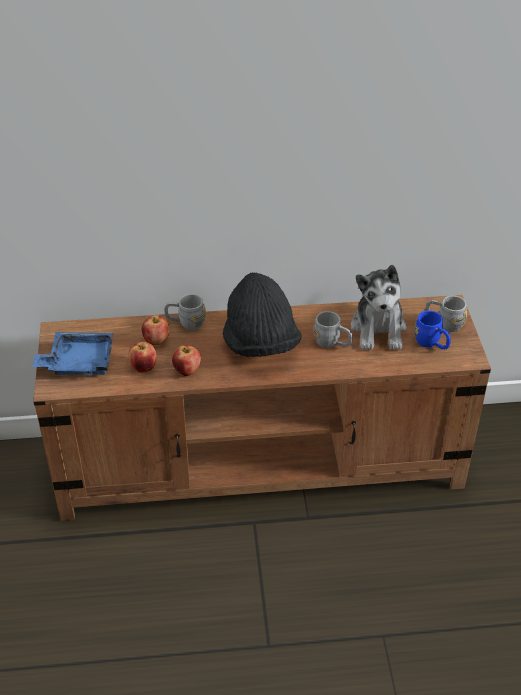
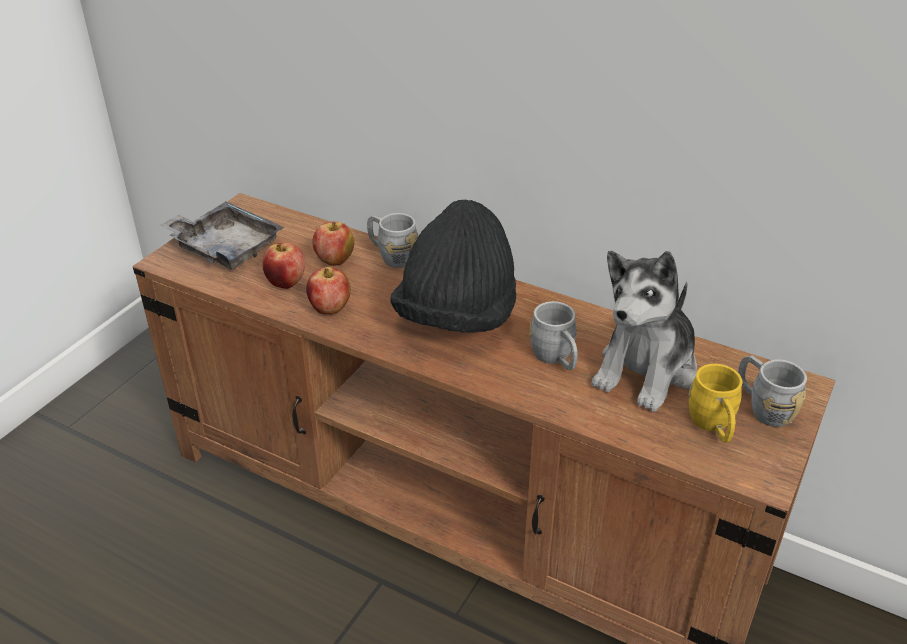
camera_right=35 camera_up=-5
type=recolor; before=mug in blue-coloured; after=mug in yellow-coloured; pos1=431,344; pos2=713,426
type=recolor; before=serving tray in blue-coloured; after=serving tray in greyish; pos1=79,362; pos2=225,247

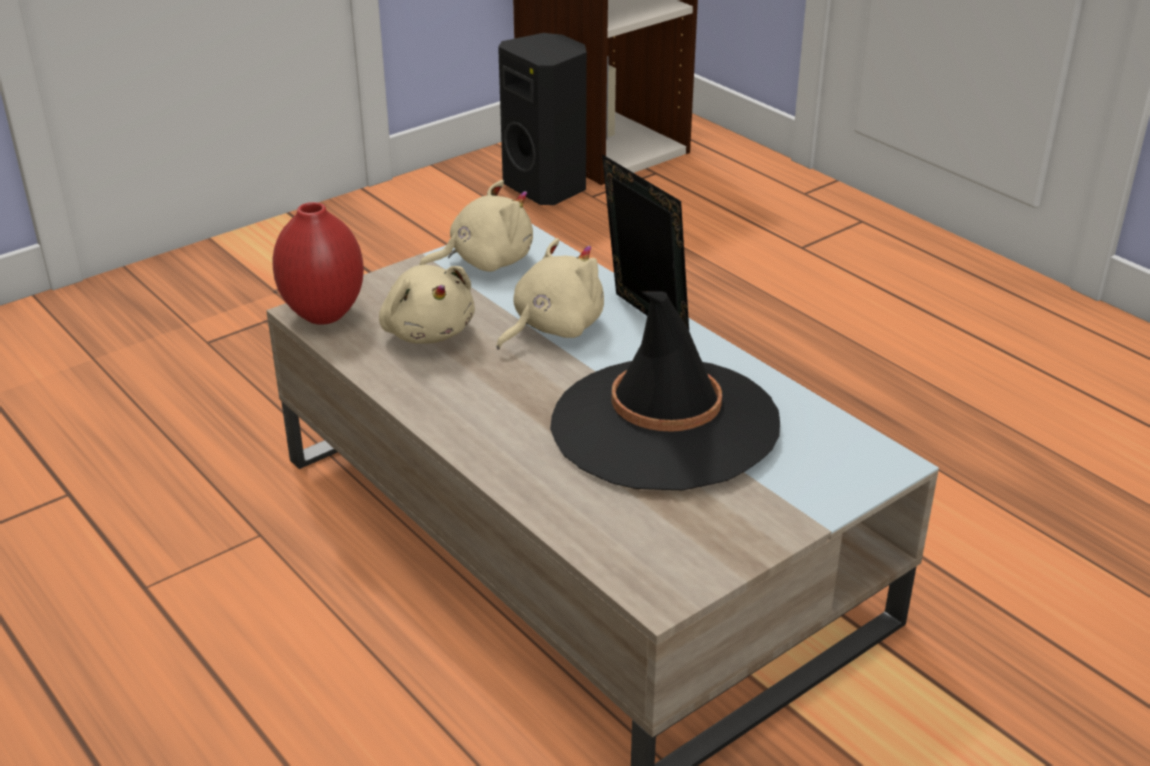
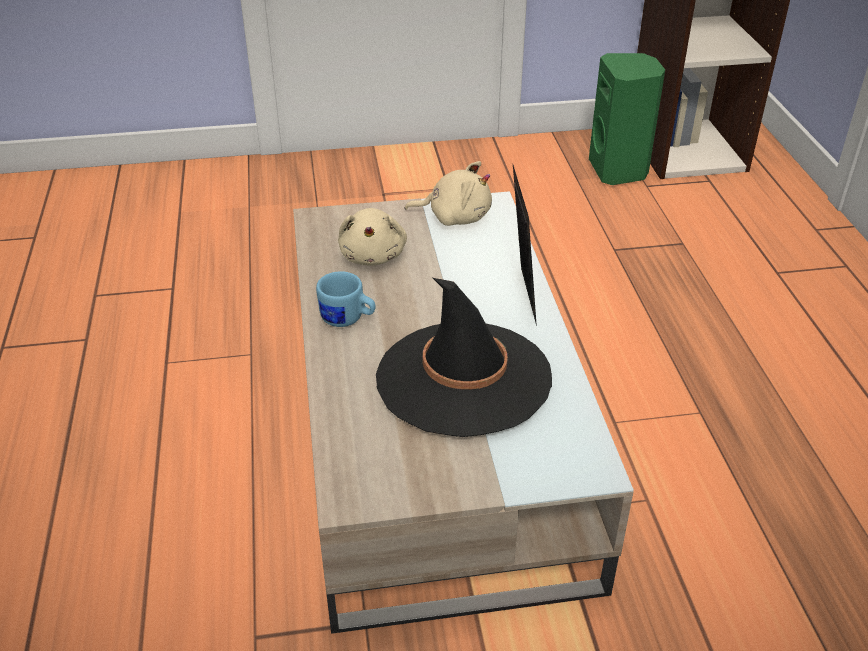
camera_right=30 camera_up=5
type=recolor; before=audio speaker in black-coloured; after=audio speaker in green-coloured; pos1=547,188; pos2=619,171
type=delete; before=decorative vase in reddish; pos1=324,315
type=delete; before=cuddly toy in sand-coloured; pos1=552,328
type=insert; after=mug in blue-coloured; pos2=348,319

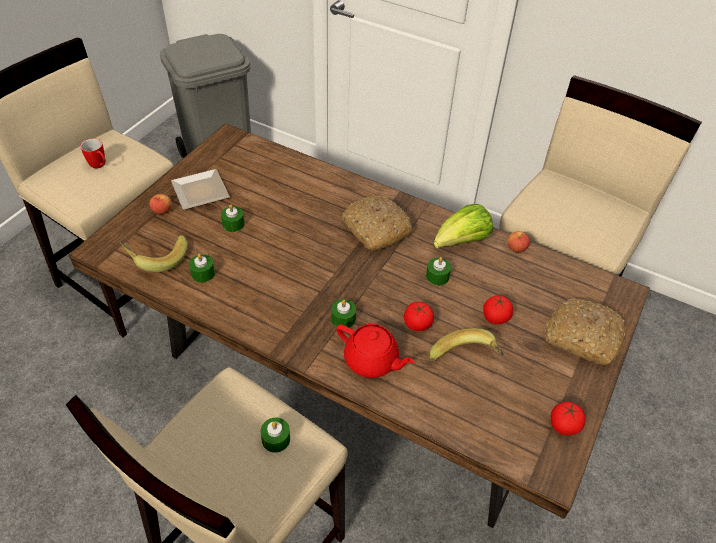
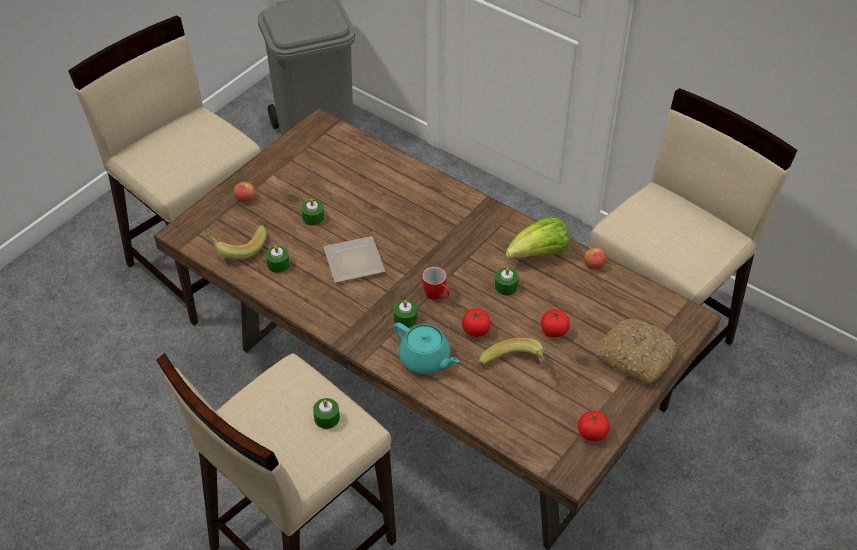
camera_right=10 camera_up=0
type=move; before=mug; pos1=100,166; pos2=437,297
type=move; before=flat dish; pos1=199,193; pos2=352,264
type=delete; before=baked bread; pos1=375,229
type=recolor; before=tea pot in reddish; after=tea pot in blue-green; pos1=372,361; pos2=425,359

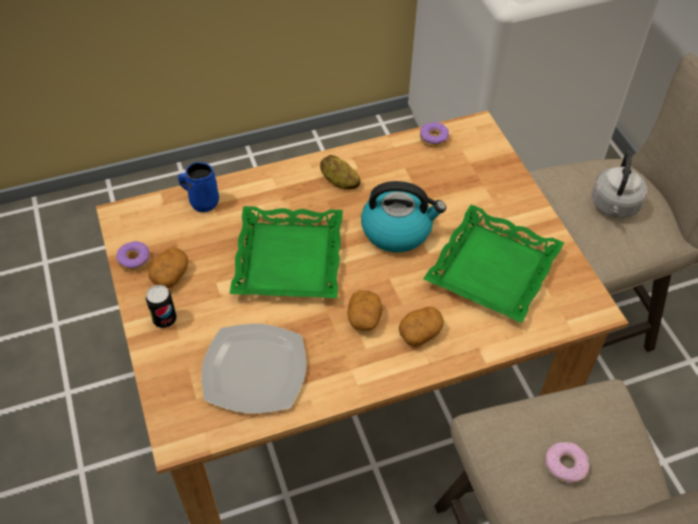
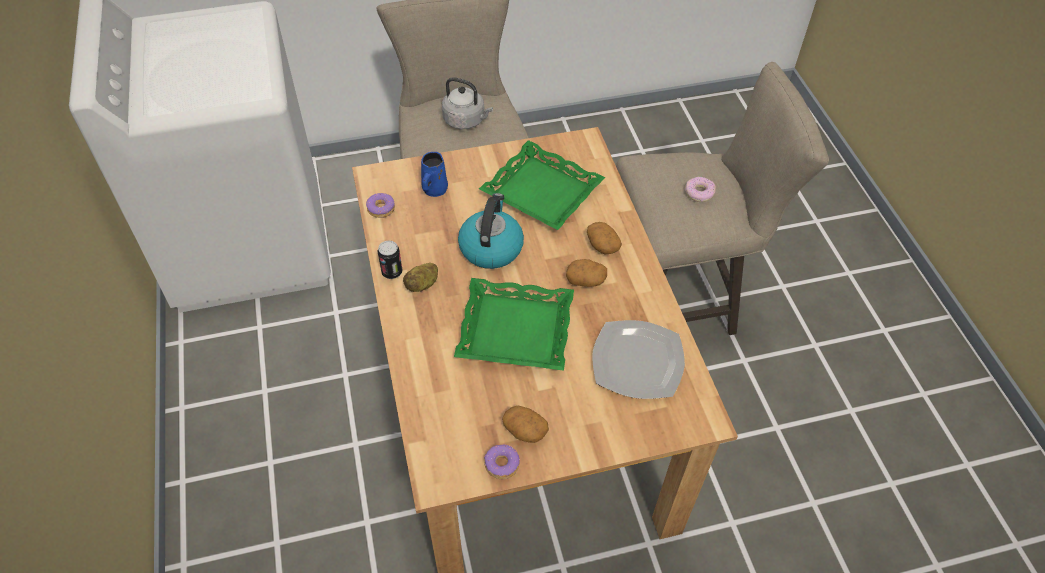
camera_right=-85 camera_up=0
type=move; before=mug in blue-coloured; pos1=202,202; pos2=434,190
type=move; before=metal can; pos1=164,319; pos2=392,272

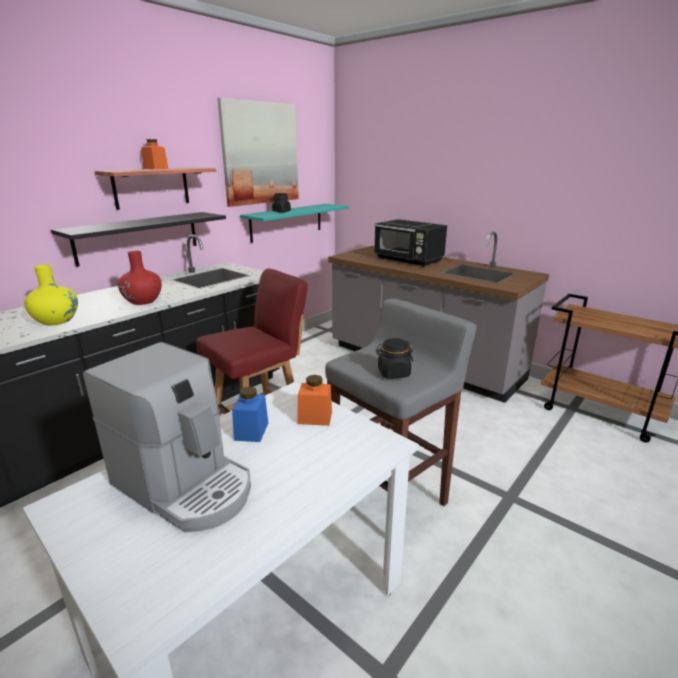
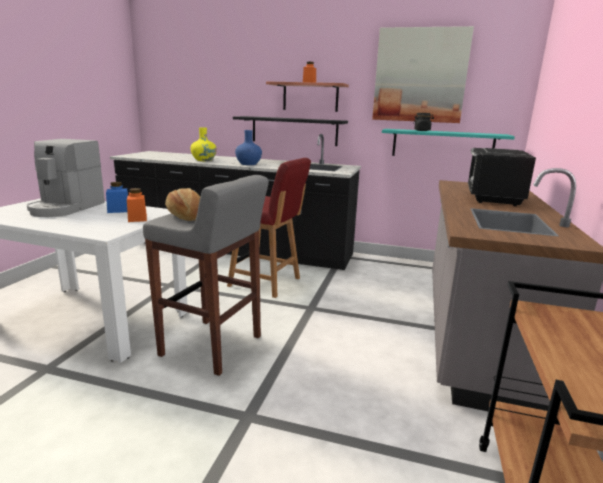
camera_right=65 camera_up=-5
type=recolor; before=decorative vase in reddish; after=decorative vase in blue-coloured; pos1=143,301; pos2=248,164
type=replace; before=jar in black-coloured; after=baked bread; pos1=393,373; pos2=186,216

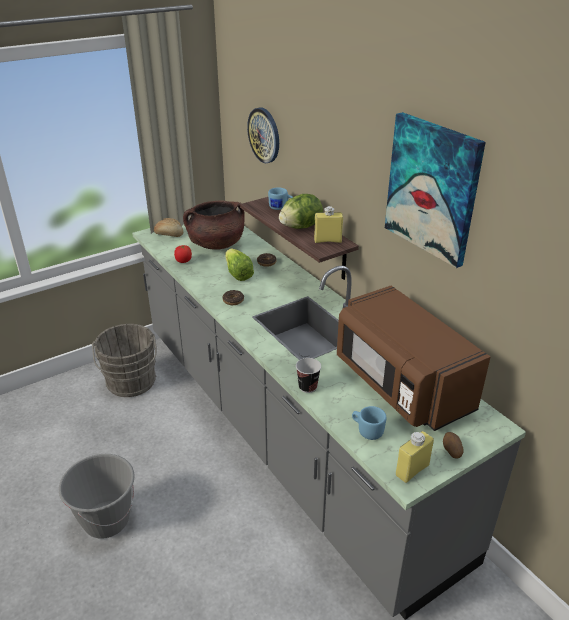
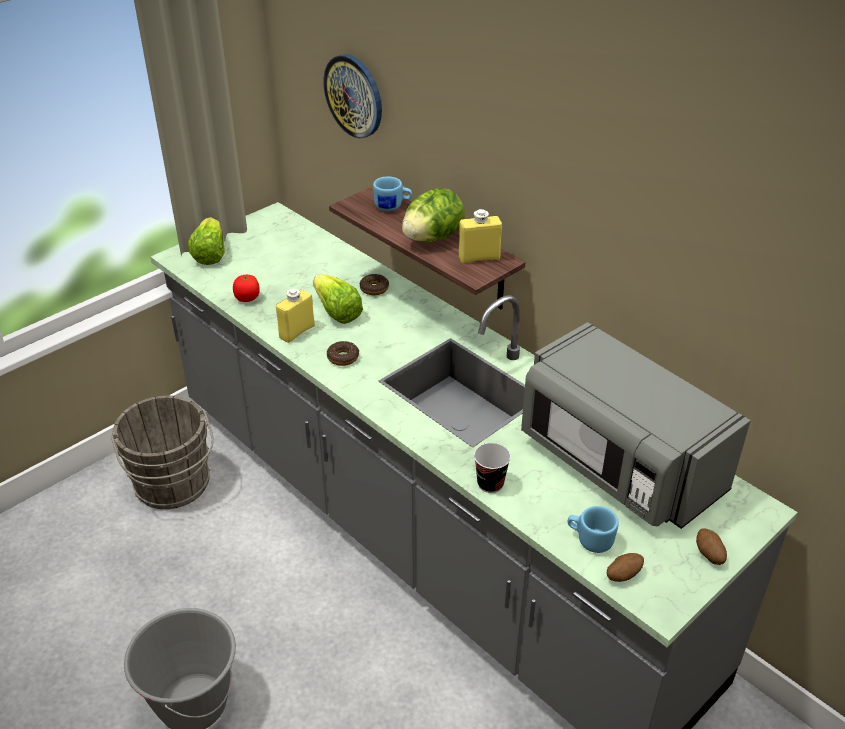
camera_right=-10 camera_up=5
type=delete; before=wall art; pos1=432,188
type=delete; before=cooking pot in brownish; pos1=216,244
type=replace; before=baked bread; after=lettuce; pos1=169,234; pos2=210,254
type=recolor; before=kitchen microwave in brownish; after=kitchen microwave in greyish; pos1=400,384; pos2=617,463
type=move; before=drink bottle in yellow-coloured; pos1=412,470; pos2=297,332
type=insert; after=potato; pos2=623,575

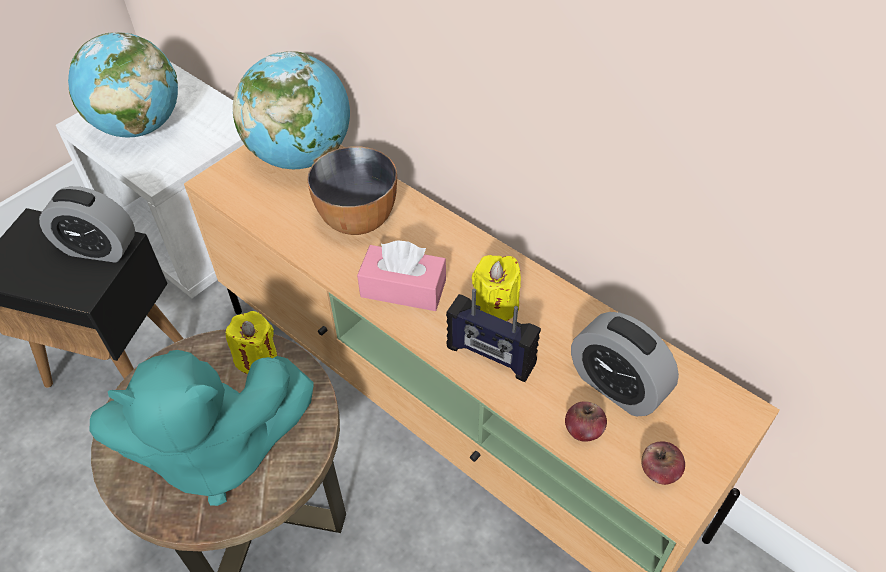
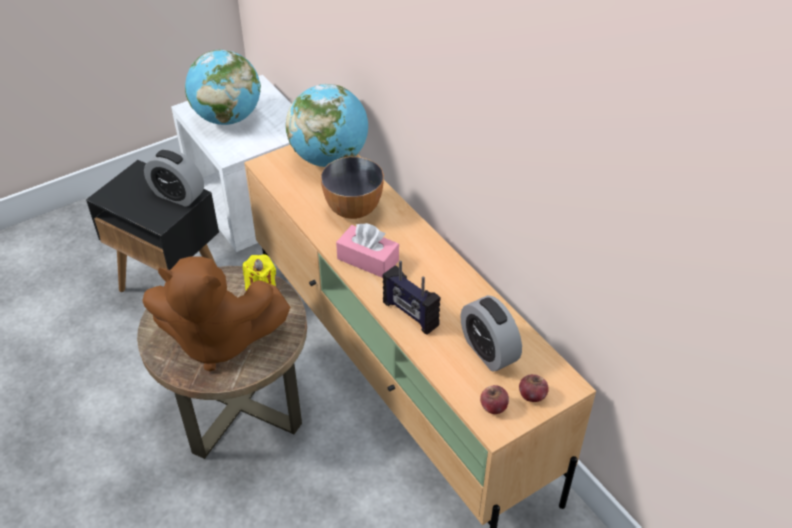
camera_right=15 camera_up=-5
type=delete; before=candle in yellow-coloured; pos1=495,306
type=recolor; before=cuddly toy in blue-green; after=cuddly toy in brownish; pos1=216,451; pos2=217,340
type=move; before=apple fruit; pos1=583,430; pos2=532,395

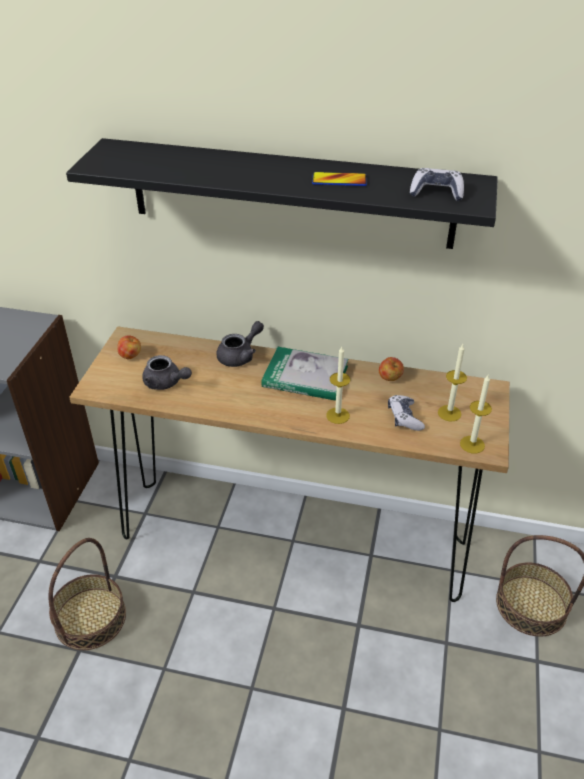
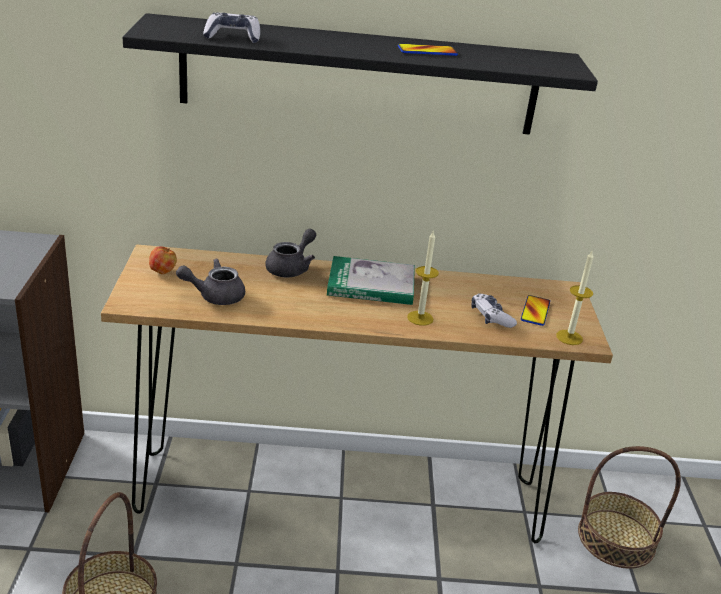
camera_right=-15 camera_up=-10
type=move; before=gamepad; pos1=436,192; pos2=233,37
type=replace; before=candle; after=telephone; pos1=449,413; pos2=535,311
type=rotate; before=tea pot in greyish; pos1=166,383; pos2=215,295; turn=150
type=delete; before=apple fruit; pos1=390,378

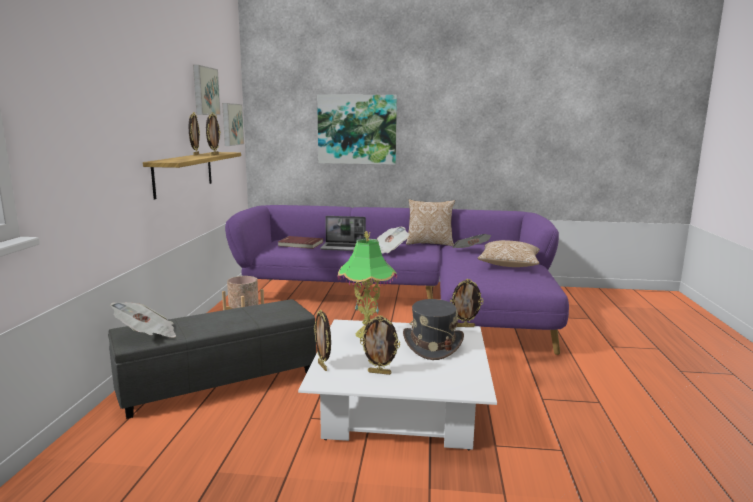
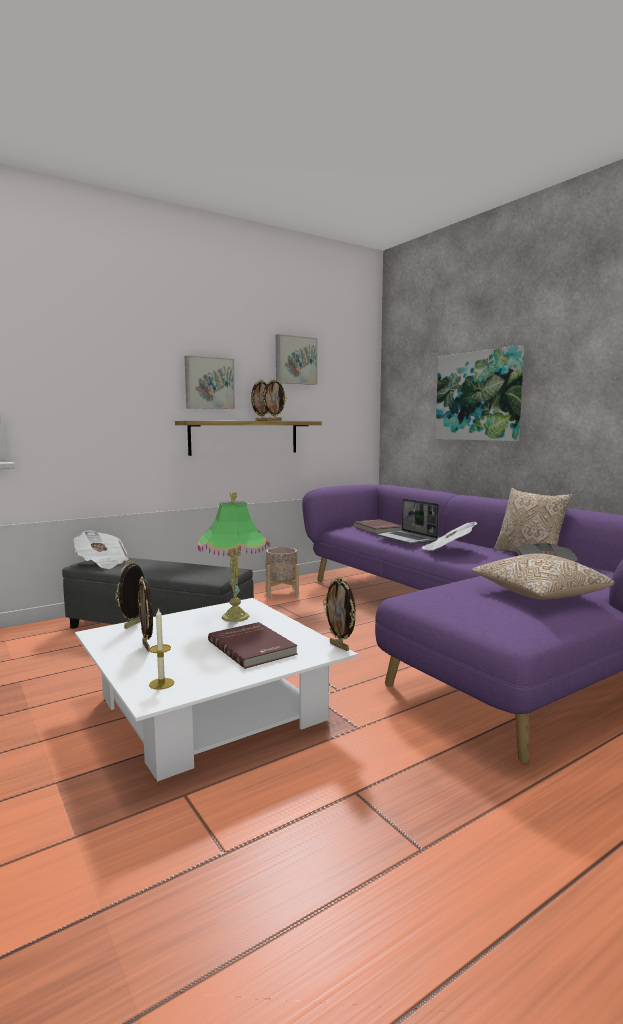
camera_right=50 camera_up=-5
type=move; before=wall art; pos1=231,124; pos2=209,383
type=replace; before=hat in greyish; after=bound book in reddish; pos1=432,345; pos2=253,647
type=insert; after=candle; pos2=161,683

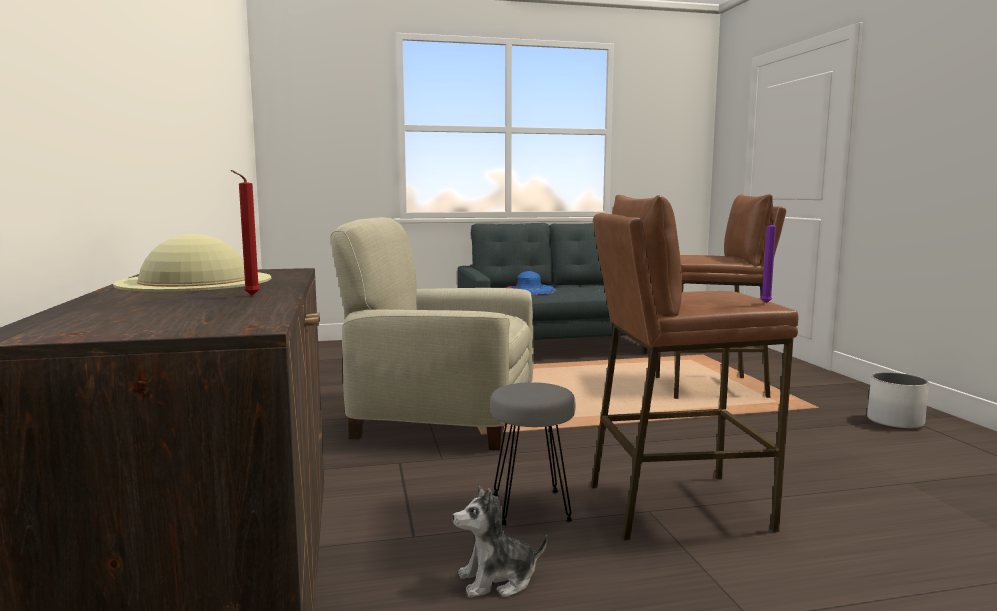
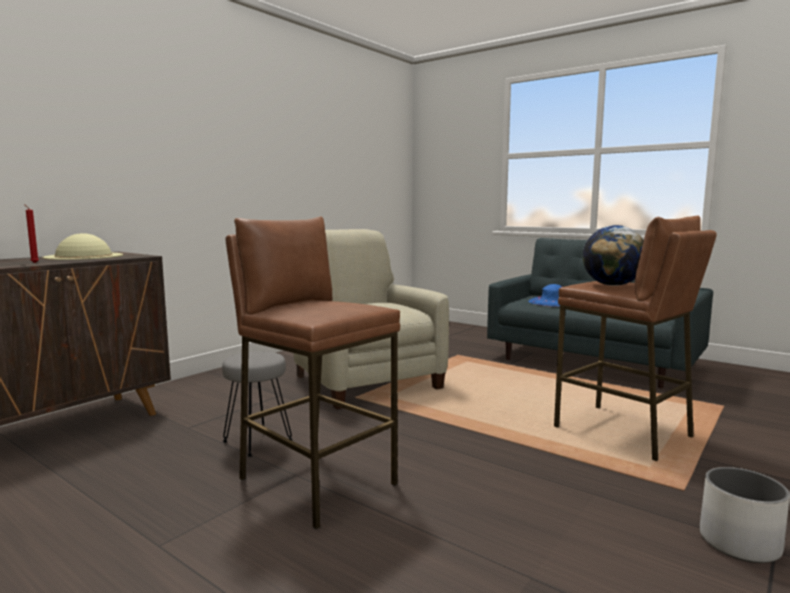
camera_right=50 camera_up=0
type=delete; before=candle in purple-coloured; pos1=765,303
type=delete; before=cuddly toy; pos1=497,580
type=insert; after=desk globe; pos2=612,285

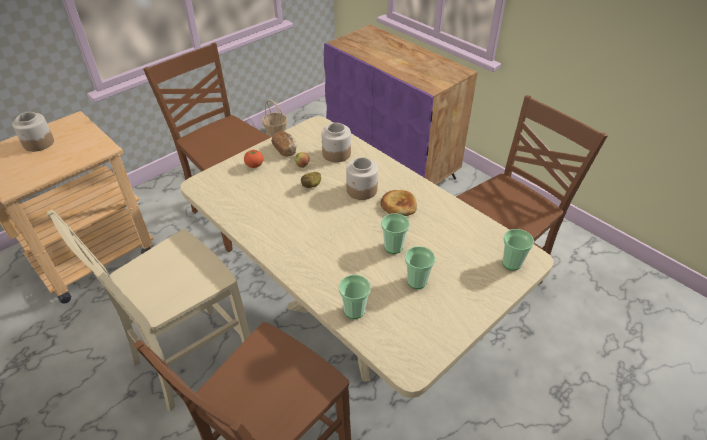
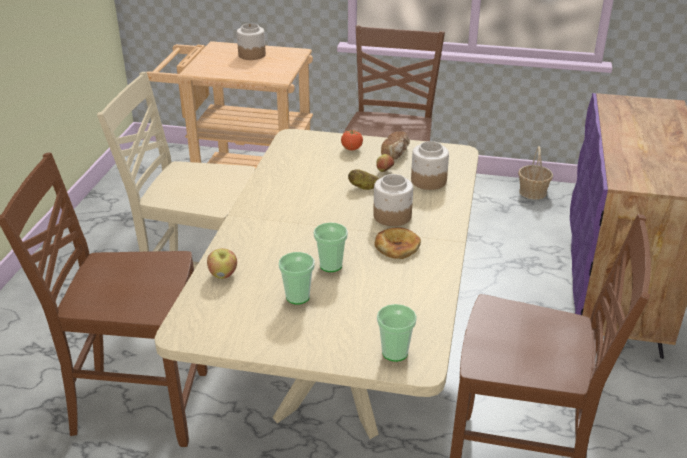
camera_right=55 camera_up=-10
type=replace; before=small cup; after=apple fruit; pos1=354,310; pos2=223,275

